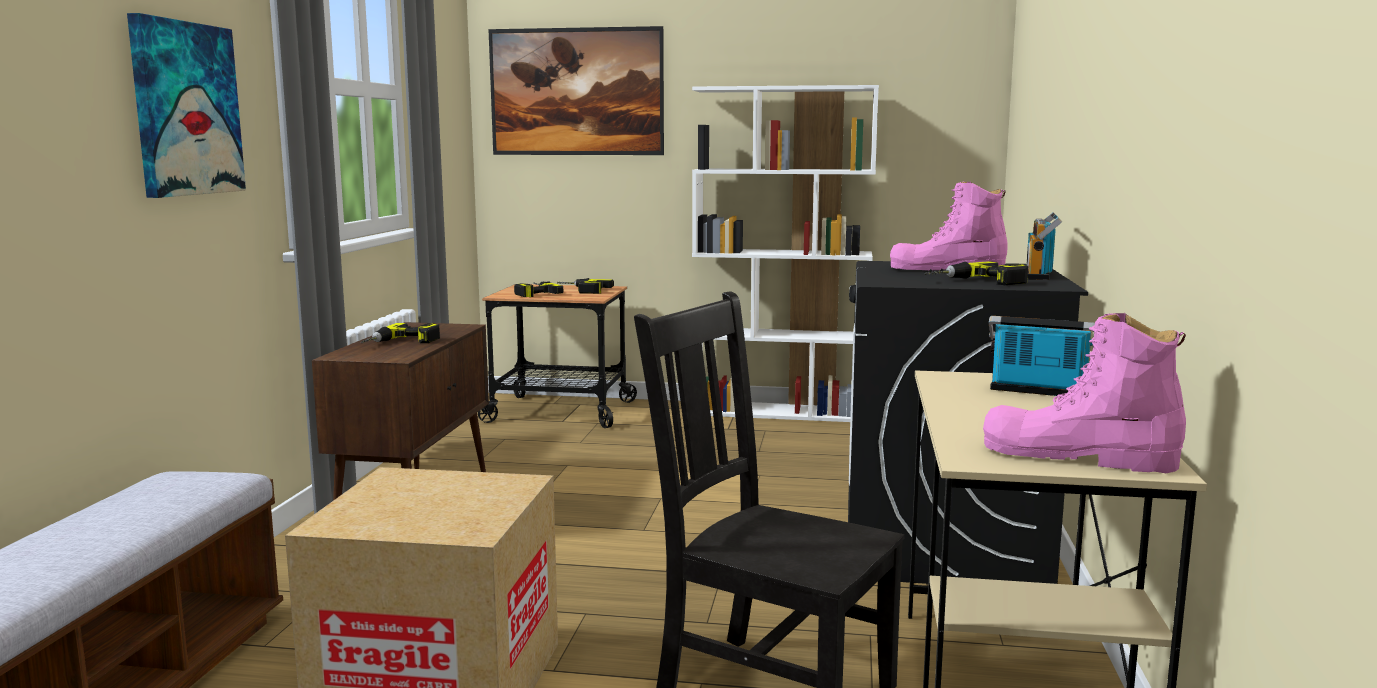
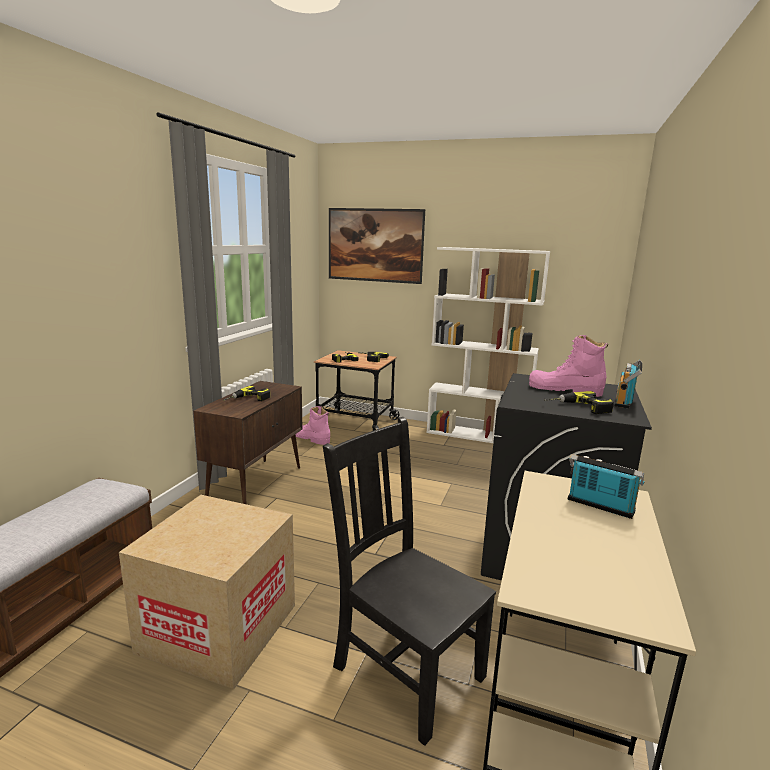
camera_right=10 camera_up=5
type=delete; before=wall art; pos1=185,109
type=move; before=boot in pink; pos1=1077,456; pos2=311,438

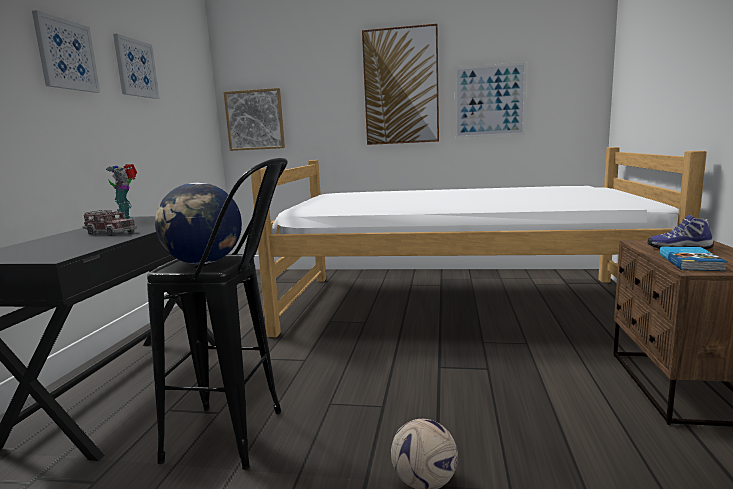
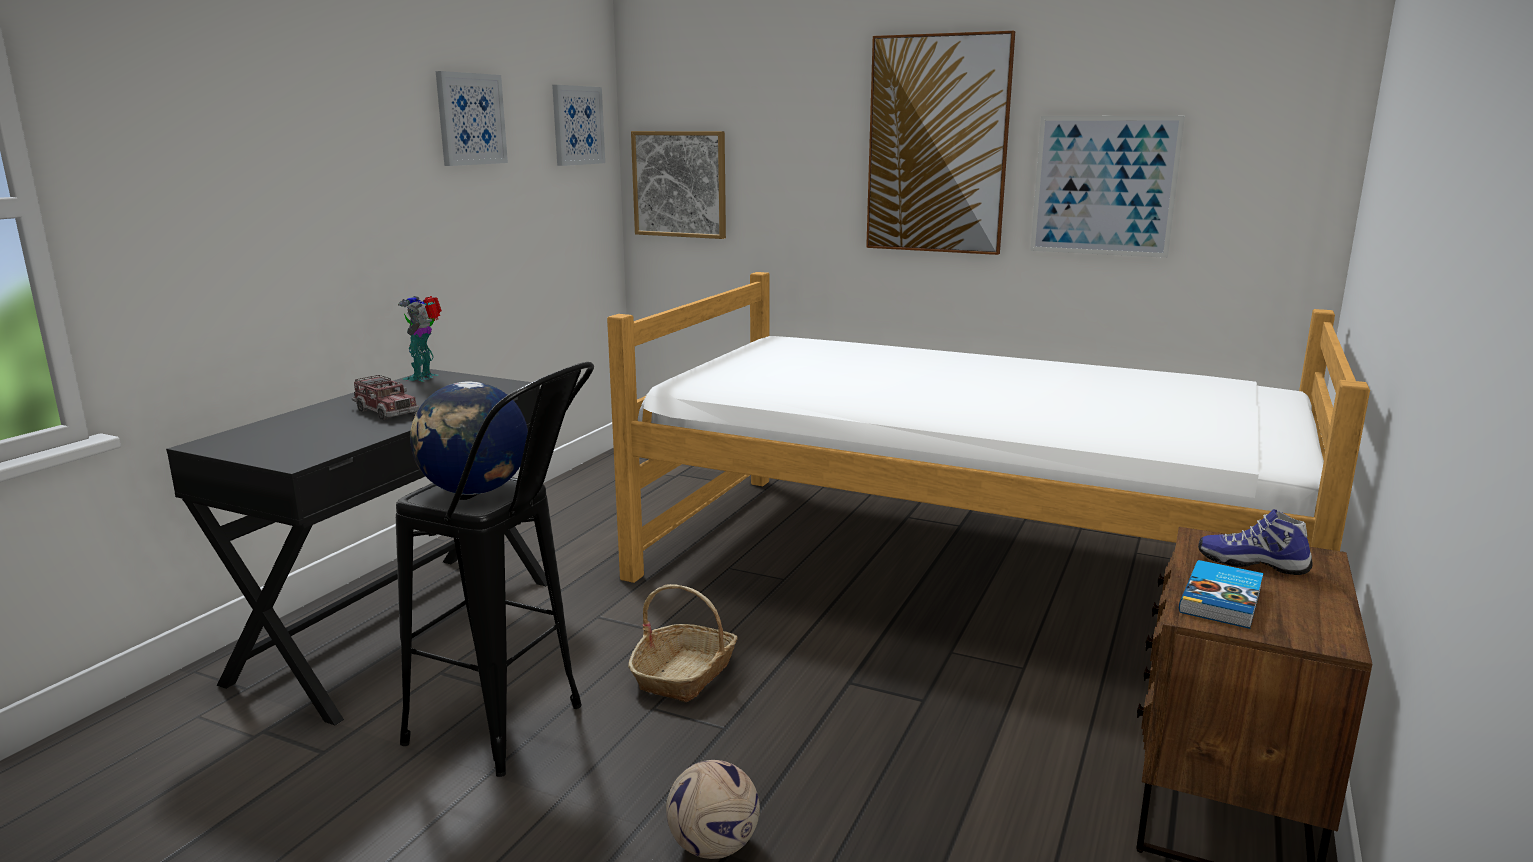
camera_right=15 camera_up=5
type=move; before=wall art; pos1=66,55; pos2=577,125
type=insert; after=household basket; pos2=685,674

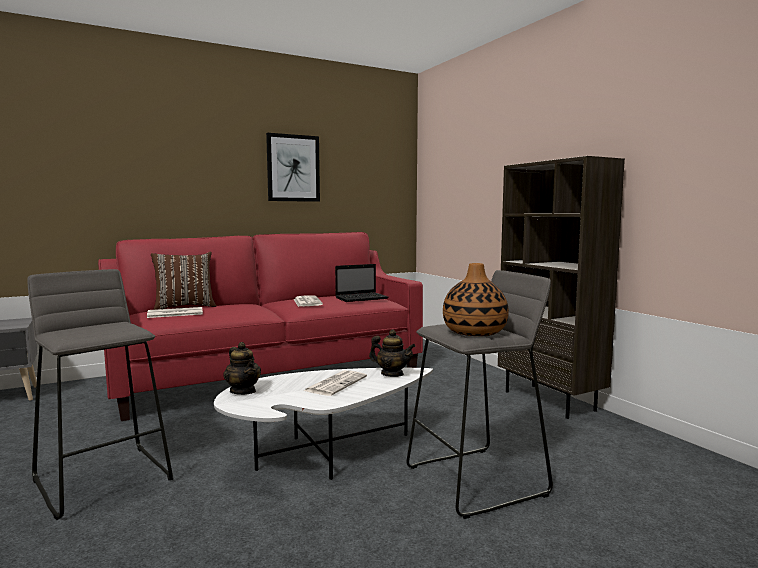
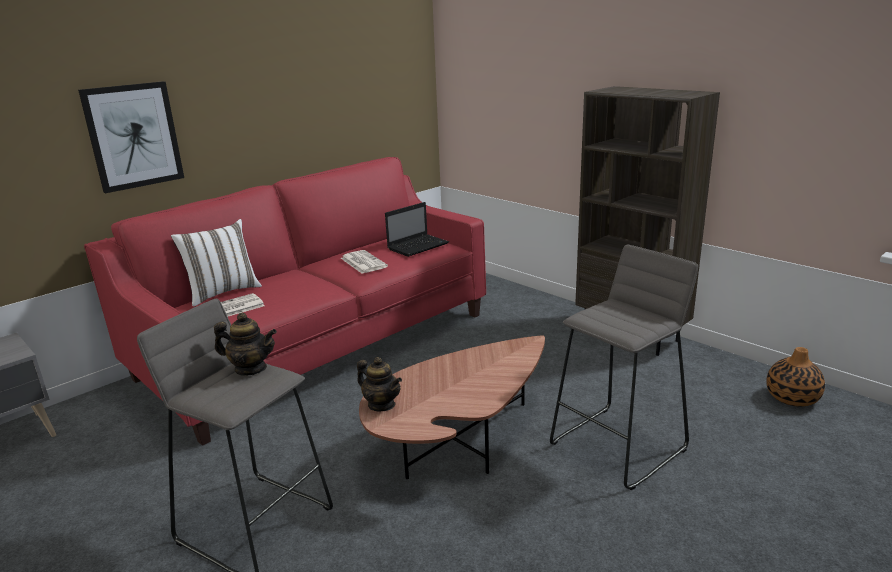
camera_right=-15 camera_up=15
type=move; before=wall art; pos1=293,168; pos2=133,136
type=recolor; before=throw pillow in brownish; after=throw pillow in white-coloured; pos1=184,307; pos2=222,292
type=move; before=decorative vase; pos1=474,332; pos2=792,397
type=move; before=tea pot; pos1=392,374; pos2=250,369
type=recolor; before=lounge table in white-coloured; after=lounge table in brownish; pos1=323,454; pos2=458,444
type=delete; before=newspaper; pos1=336,383

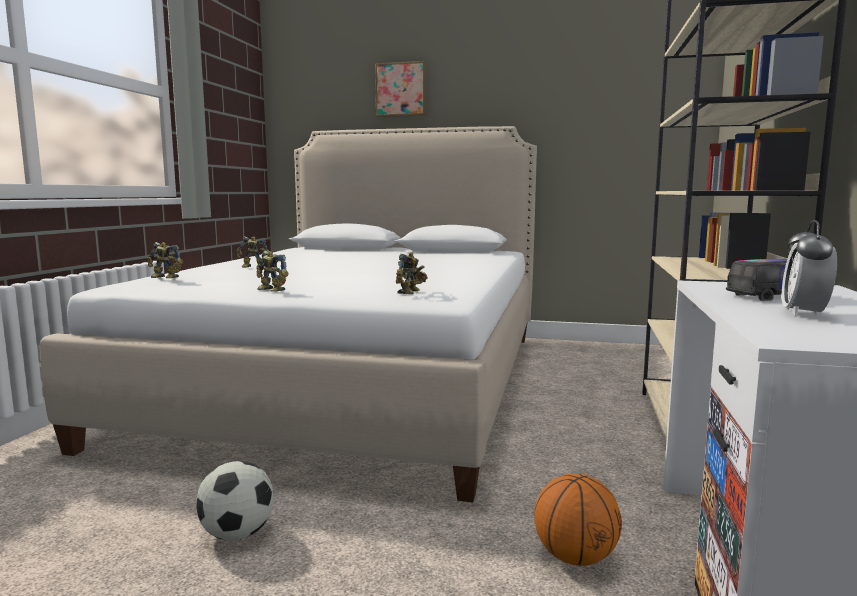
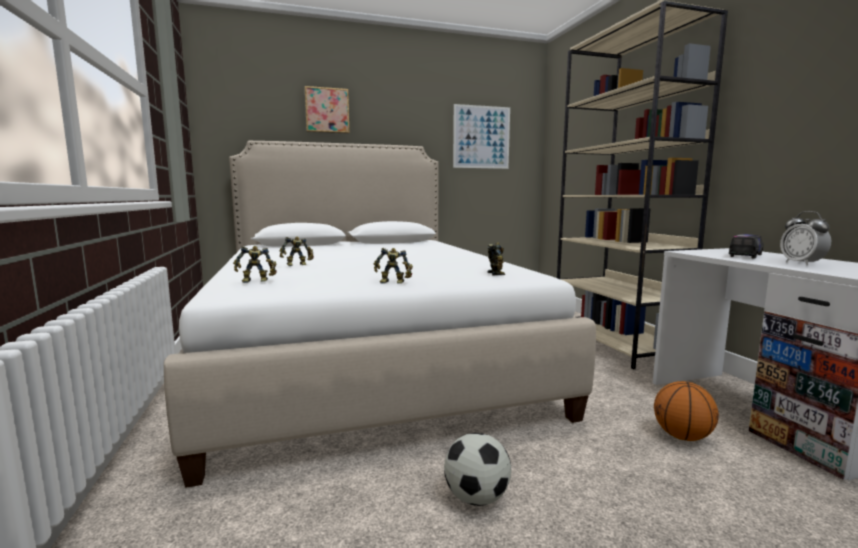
camera_right=-30 camera_up=0
type=insert; after=wall art; pos2=481,137

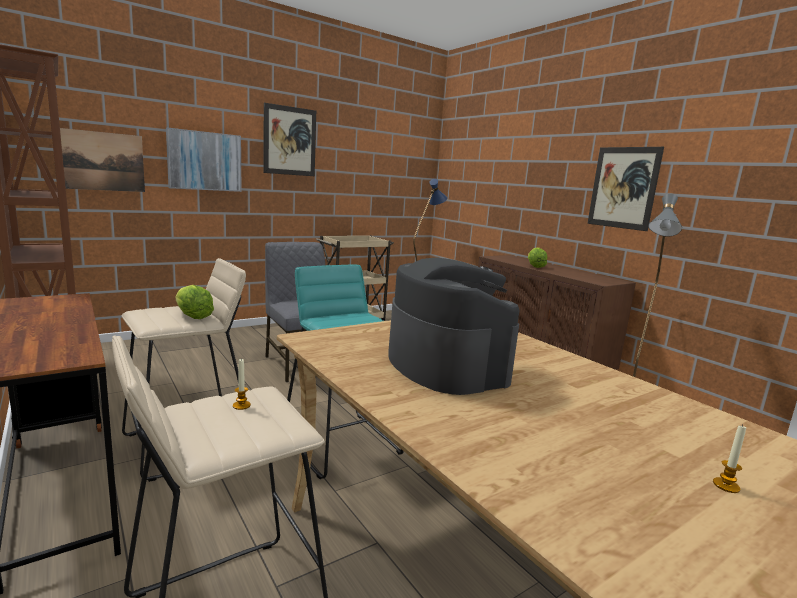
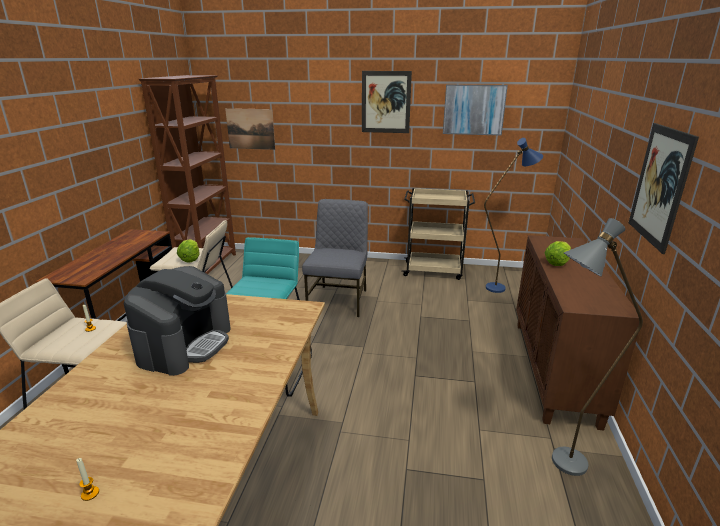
camera_right=45 camera_up=10
type=move; before=wall art; pos1=205,161; pos2=474,109

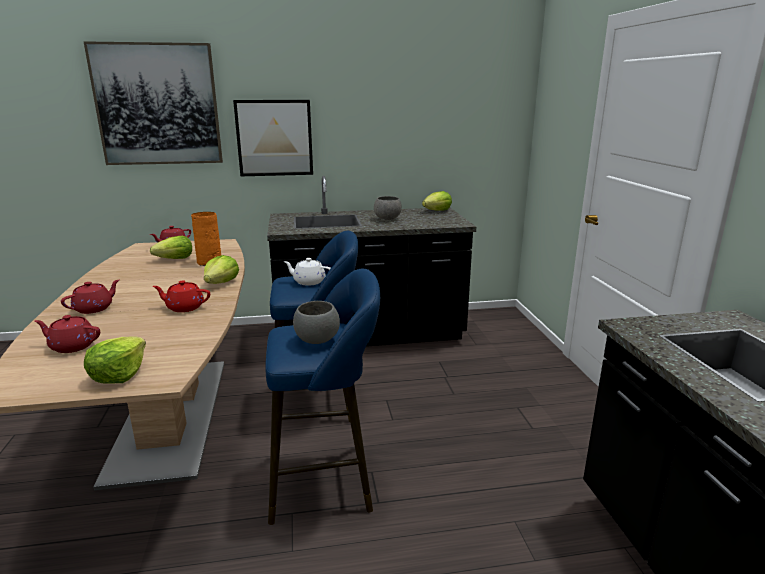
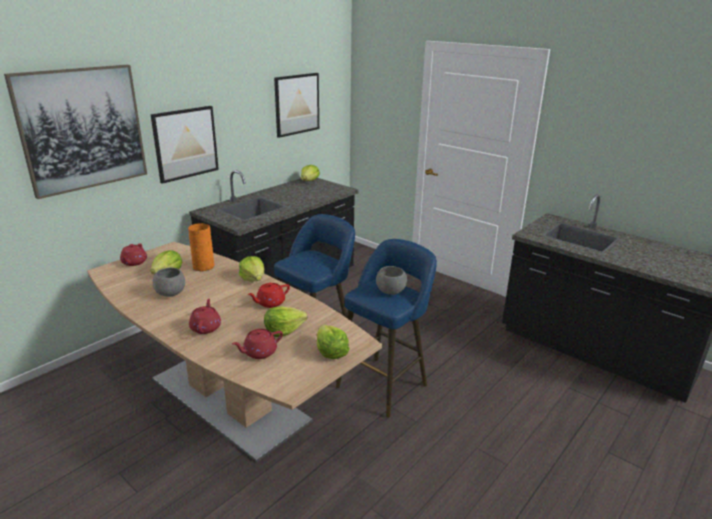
camera_right=-40 camera_up=5
type=move; before=deep dish in greyish; pos1=388,219; pos2=171,293
type=delete; before=tea pot in white-coloured; pos1=308,282
type=insert; after=wall art; pos2=297,104
type=insert; after=lettuce; pos2=283,330

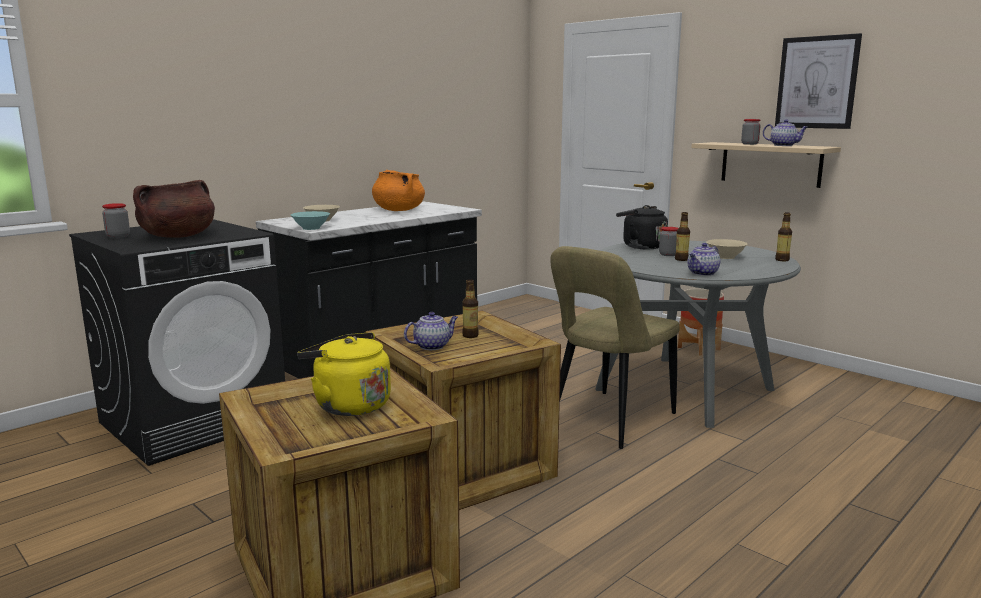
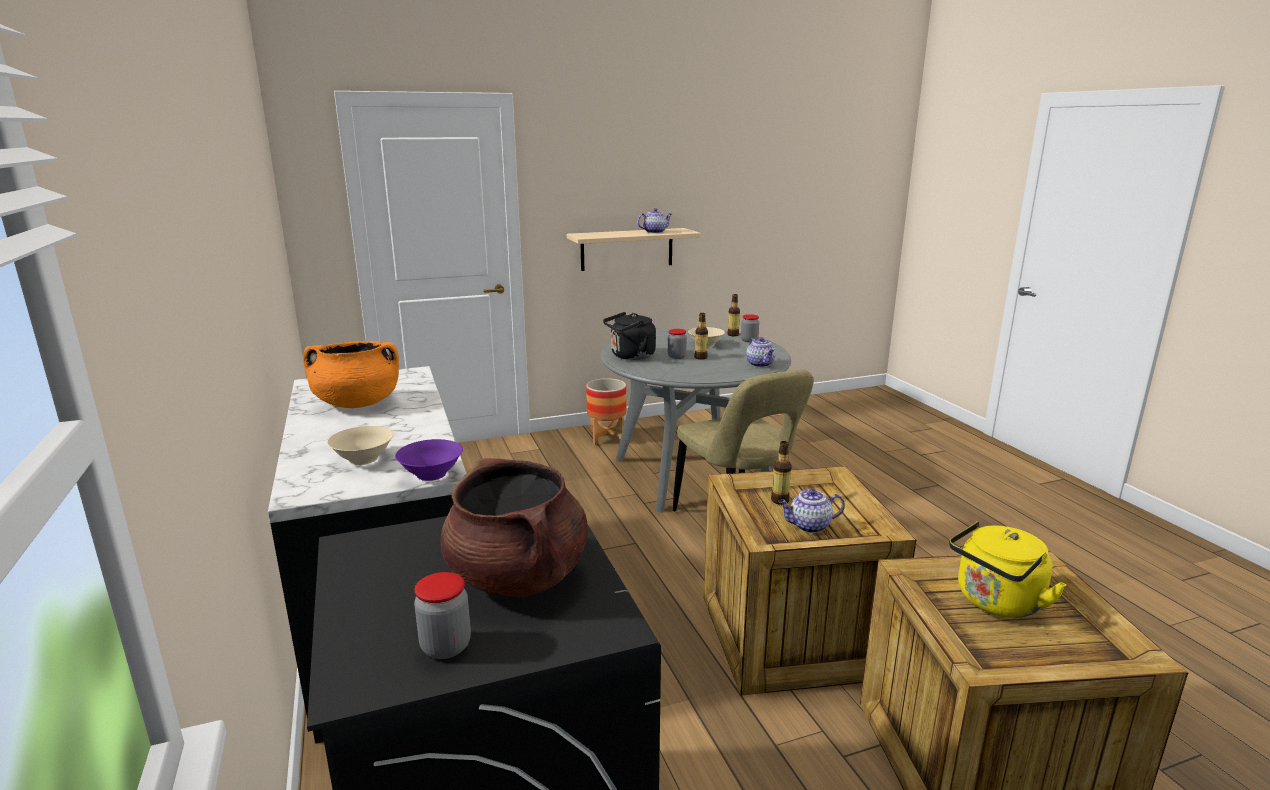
camera_right=-65 camera_up=5
type=delete; before=wall art; pos1=817,82
type=move; before=jar; pos1=749,144; pos2=749,340
type=recolor; before=deep dish in blue-green; after=deep dish in purple-coloured; pos1=311,228; pos2=431,474
type=rotate; before=tea pot; pos1=432,346; pos2=809,526; turn=-90

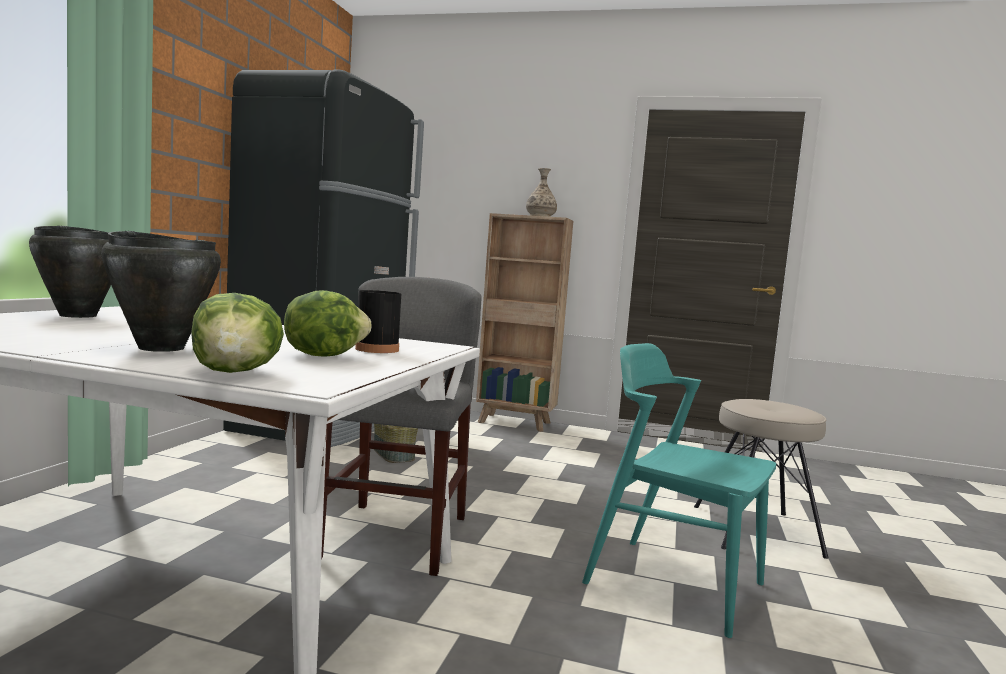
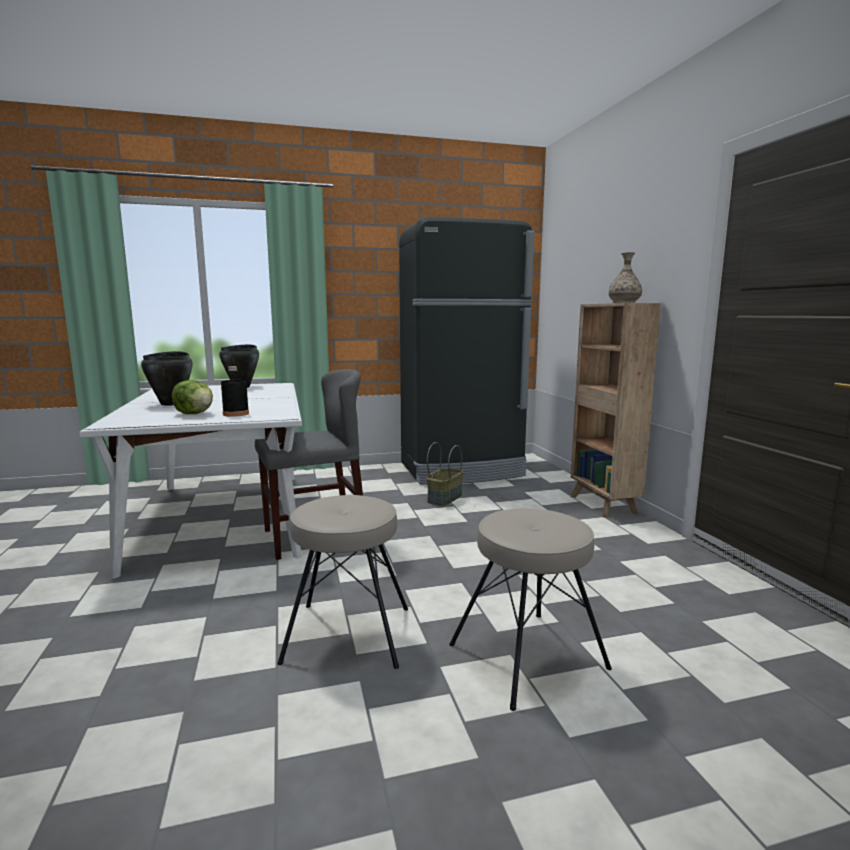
camera_right=60 camera_up=5
type=delete; before=lettuce; pos1=236,372
type=replace; before=chair in blue-green; after=stool seat in sand-coloured; pos1=673,583; pos2=348,633

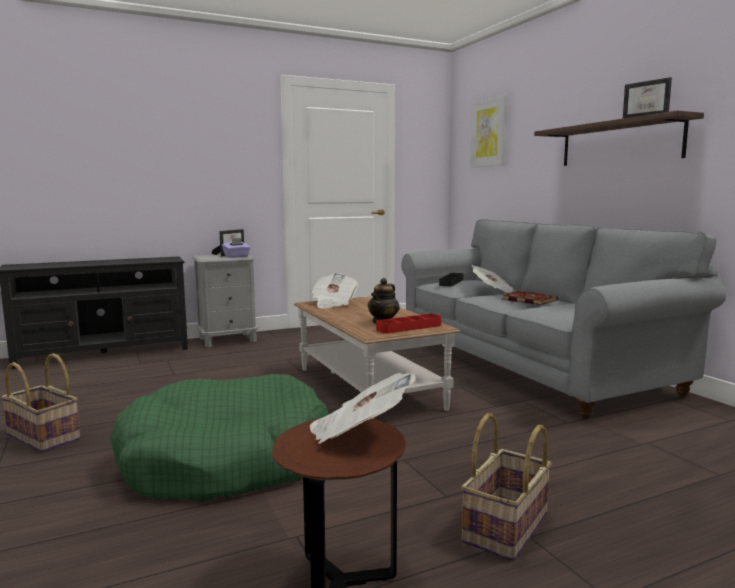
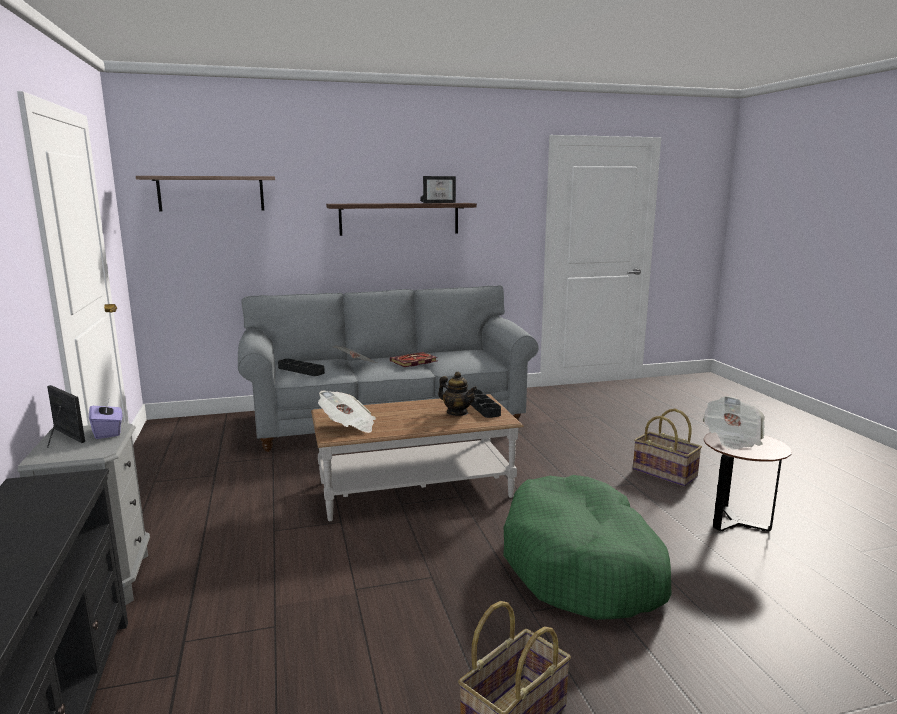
camera_right=-80 camera_up=5
type=replace; before=wall art; after=shelf; pos1=489,133; pos2=211,193
type=recolor; before=serving tray in reddish; after=serving tray in black-coloured; pos1=409,327; pos2=481,406

